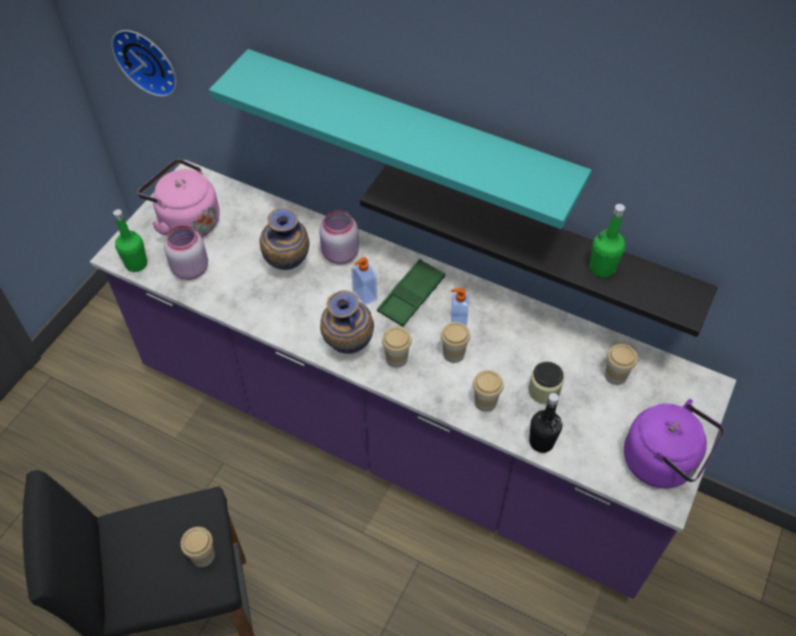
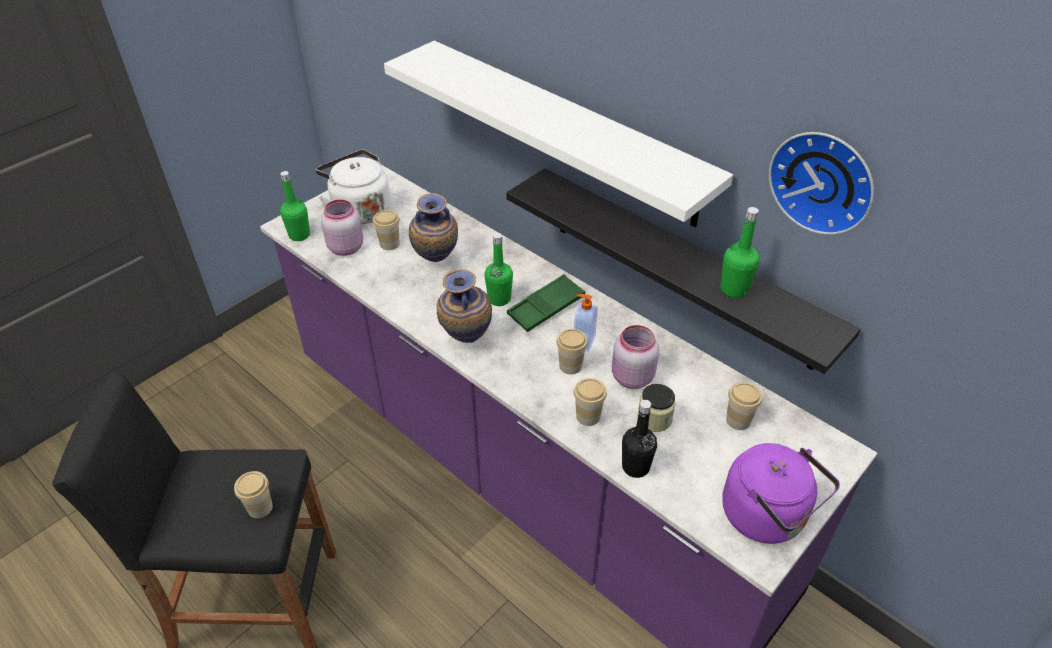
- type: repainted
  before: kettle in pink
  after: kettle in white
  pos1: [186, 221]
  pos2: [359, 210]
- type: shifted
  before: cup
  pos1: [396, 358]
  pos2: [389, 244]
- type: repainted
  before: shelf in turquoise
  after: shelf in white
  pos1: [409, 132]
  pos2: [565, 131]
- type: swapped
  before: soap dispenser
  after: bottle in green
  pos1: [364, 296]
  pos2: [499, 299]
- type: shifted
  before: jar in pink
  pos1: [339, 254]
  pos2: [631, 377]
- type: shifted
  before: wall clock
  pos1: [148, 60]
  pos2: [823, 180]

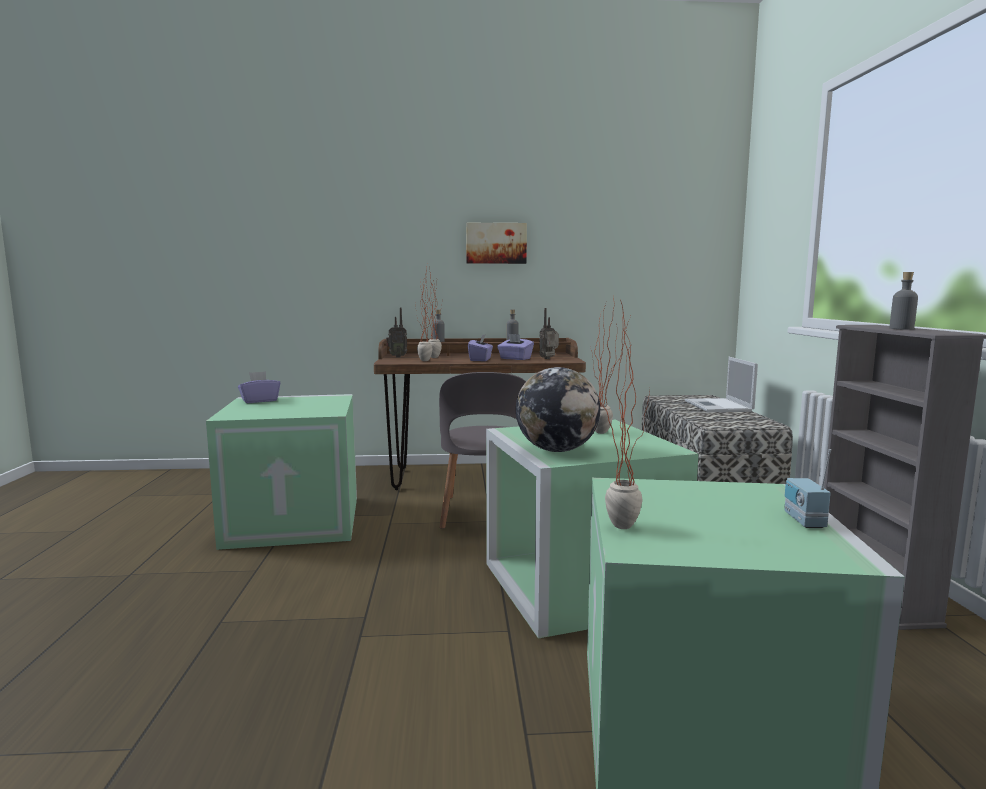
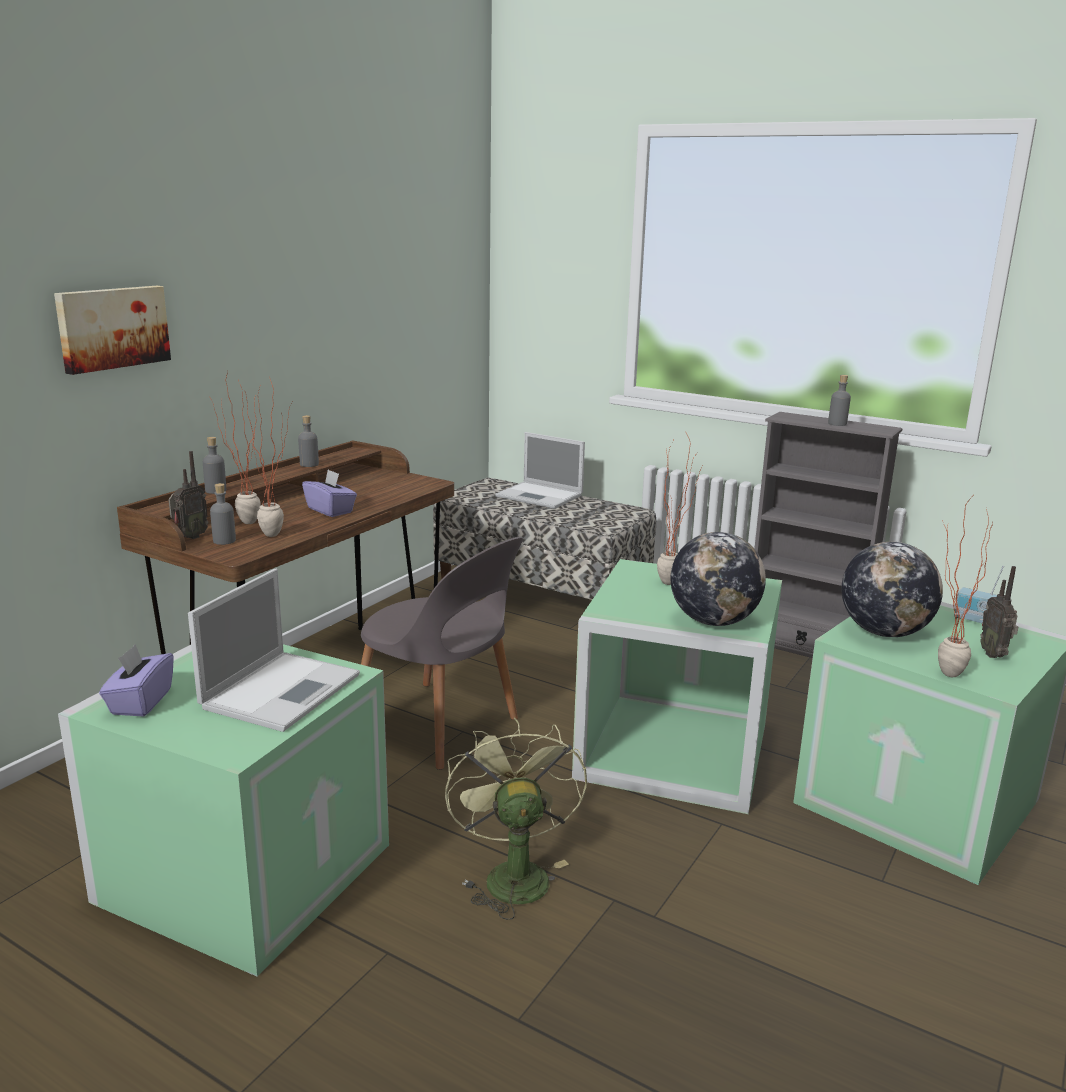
- type: shifted
  before: picture
  pos1: [496, 243]
  pos2: [112, 328]
- type: new
  after: laptop
  pos2: [282, 690]
- type: new
  after: bottle in grey
  pos2: [224, 541]
- type: new
  after: fan in green
  pos2: [512, 874]
- type: new
  after: globe
  pos2: [884, 632]
- type: shifted
  before: radio
  pos1: [549, 358]
  pos2: [994, 654]
- type: gone
  before: tissue box in purple
  pos1: [515, 358]

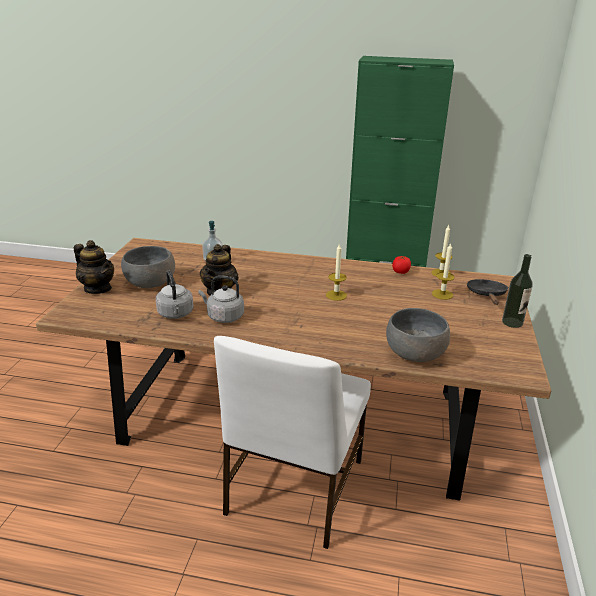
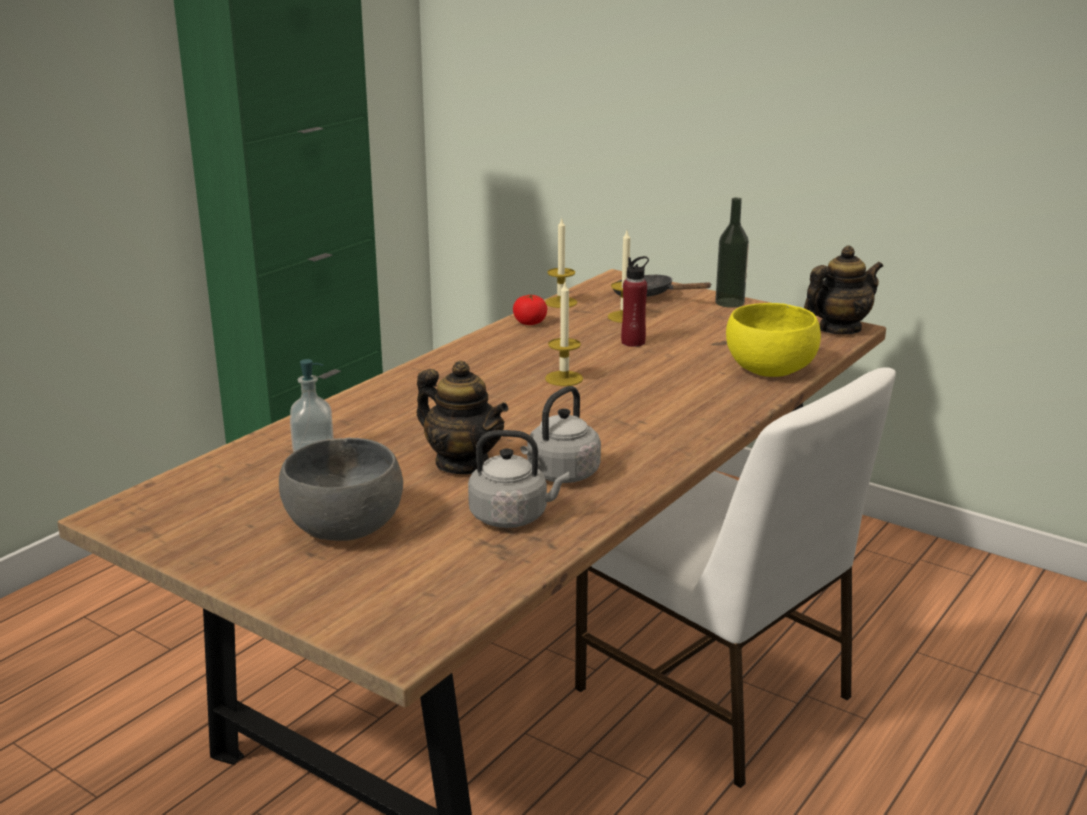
- type: new
  after: bottle in red
  pos2: [633, 342]
- type: repainted
  before: bowl in grey
  after: bowl in yellow
  pos1: [415, 353]
  pos2: [771, 369]
- type: shifted
  before: teapot
  pos1: [98, 288]
  pos2: [839, 329]

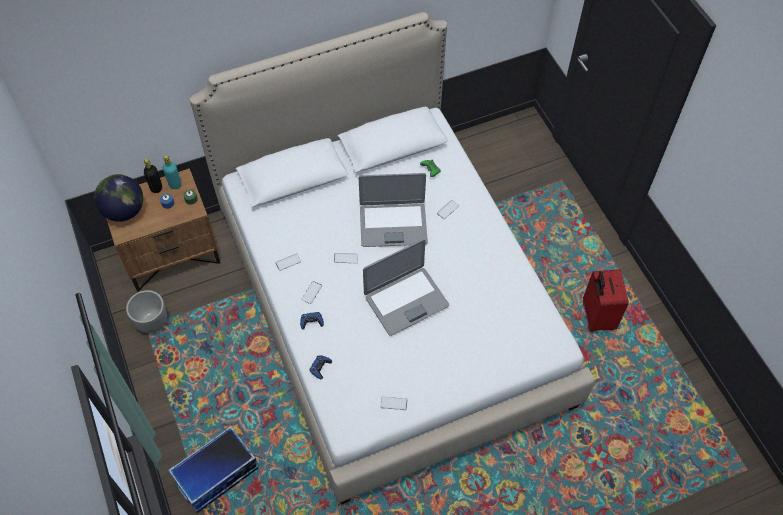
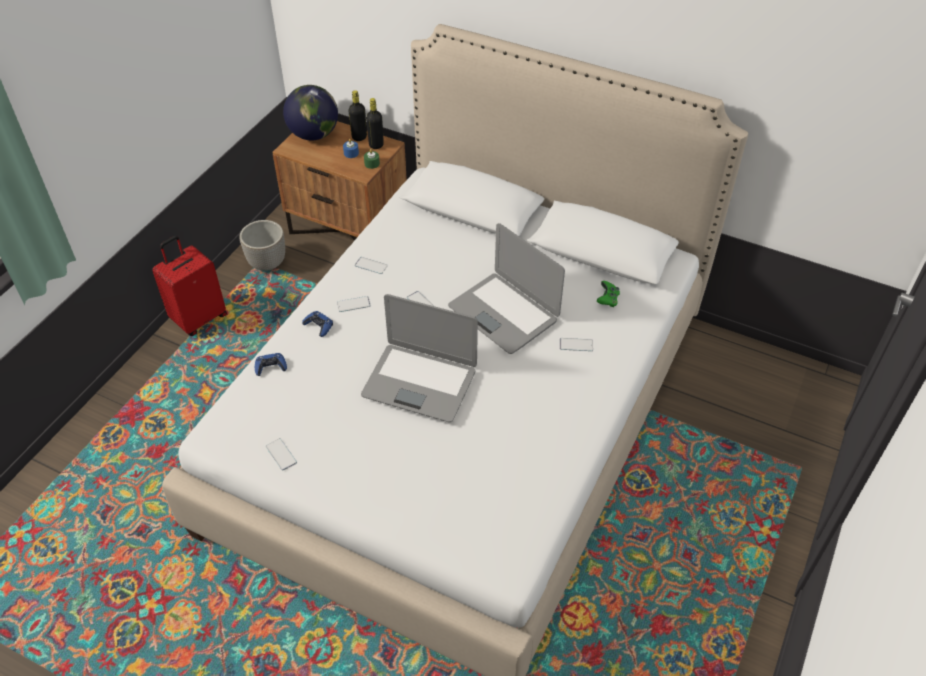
- type: shifted
  before: suitcase in red
  pos1: [596, 317]
  pos2: [199, 318]
- type: repainted
  before: bottle in turquoise
  after: bottle in black
  pos1: [175, 184]
  pos2: [376, 145]
- type: gone
  before: storage box
  pos1: [217, 475]

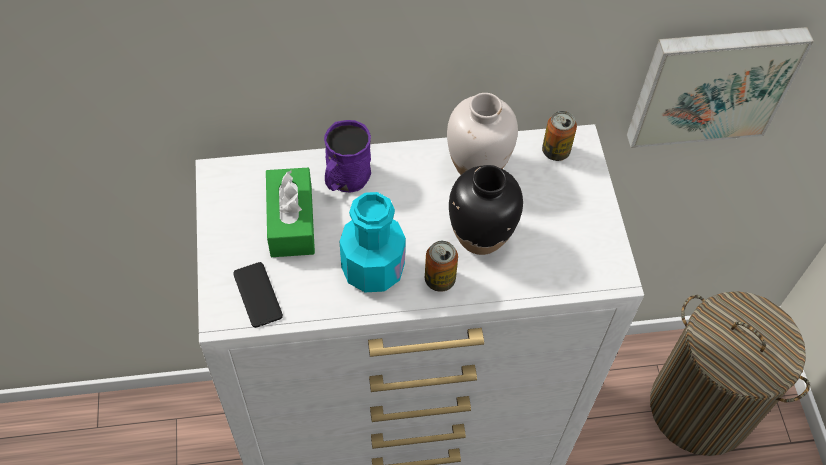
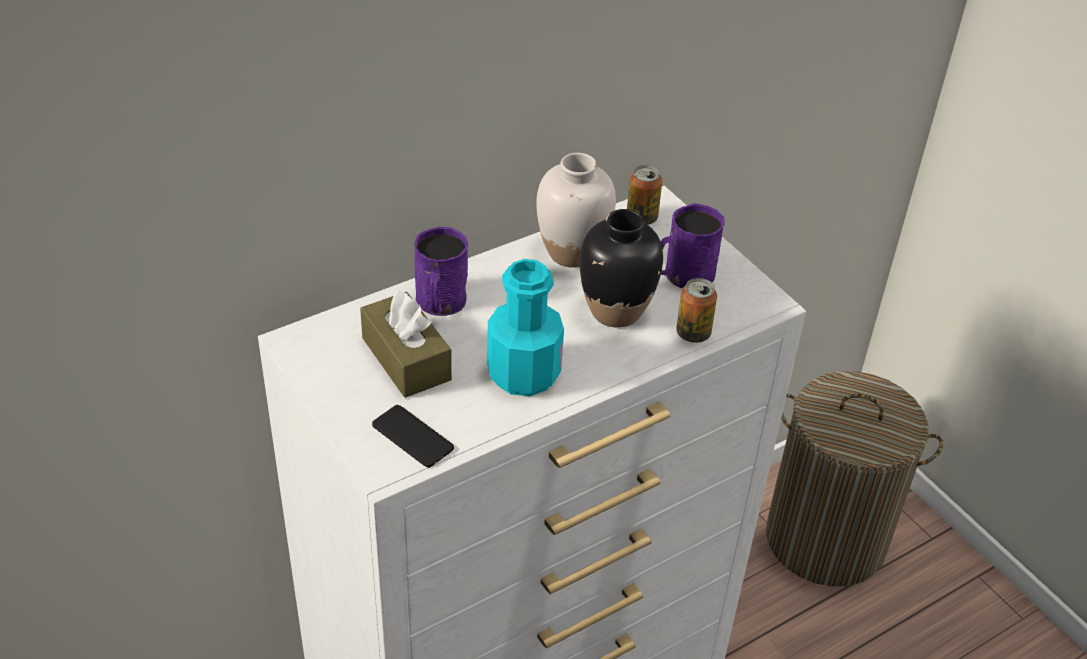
- type: repainted
  before: tissue box in green
  after: tissue box in brown
  pos1: [291, 221]
  pos2: [406, 359]
- type: new
  after: mug in purple
  pos2: [683, 275]
- type: shifted
  before: can
  pos1: [439, 279]
  pos2: [693, 333]
- type: gone
  before: picture
  pos1: [711, 83]

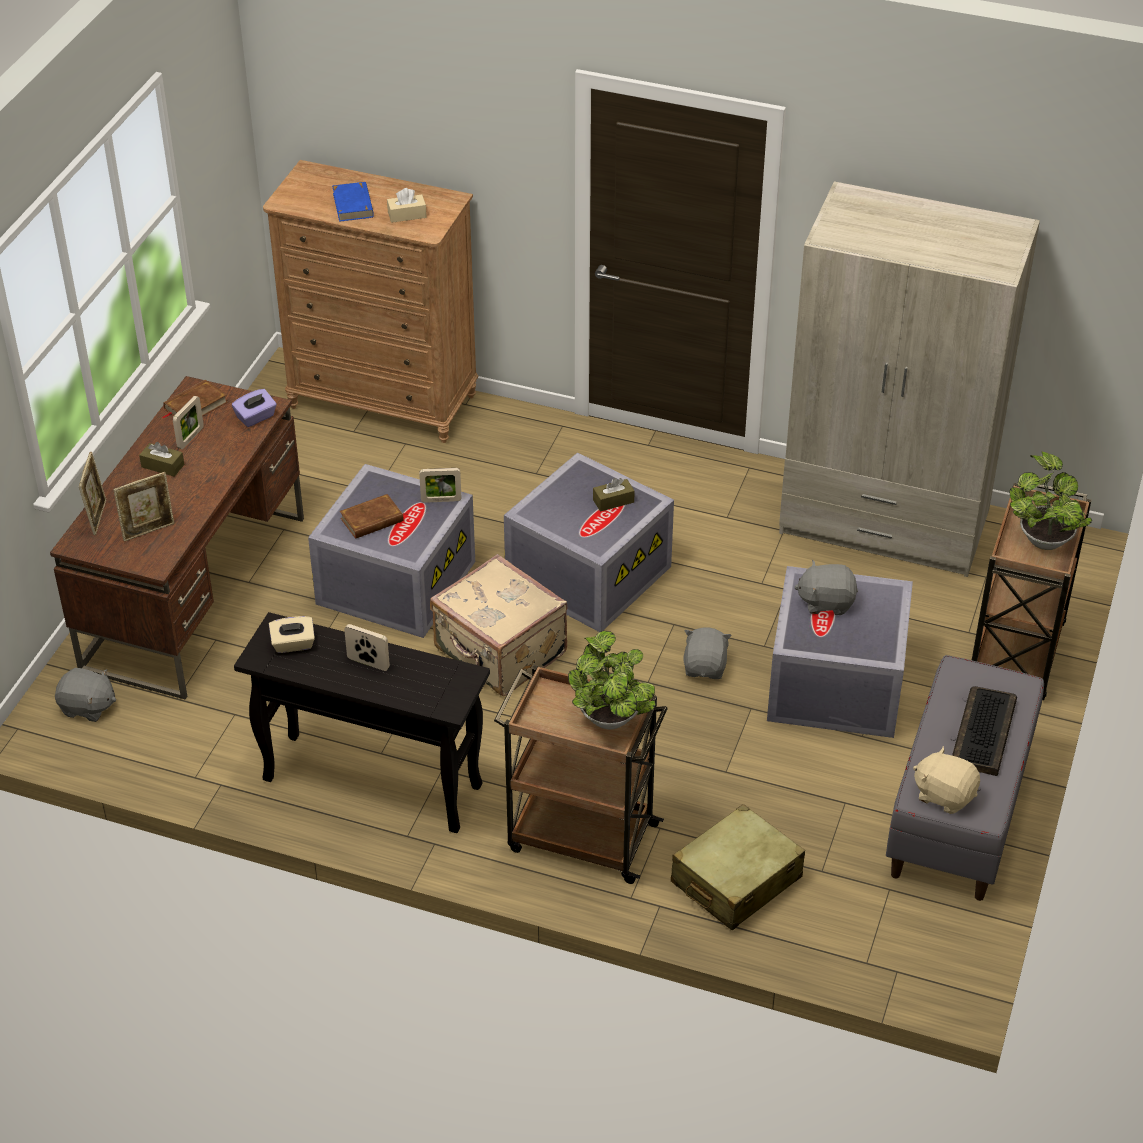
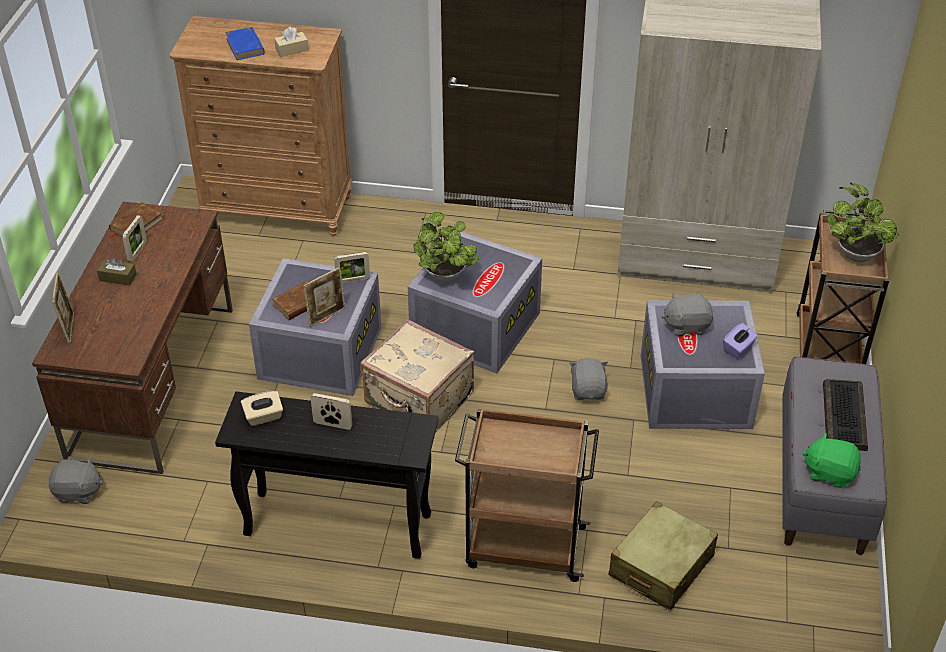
- type: shifted
  before: picture frame
  pos1: [148, 530]
  pos2: [326, 316]
- type: shifted
  before: potted plant
  pos1: [611, 721]
  pos2: [446, 277]
- type: shifted
  before: tissue box in purple
  pos1: [256, 417]
  pos2: [738, 348]
- type: repainted
  before: plush toy in beige
  after: plush toy in green
  pos1: [944, 794]
  pos2: [830, 472]
- type: gone
  before: tissue box in brown
  pos1: [613, 501]

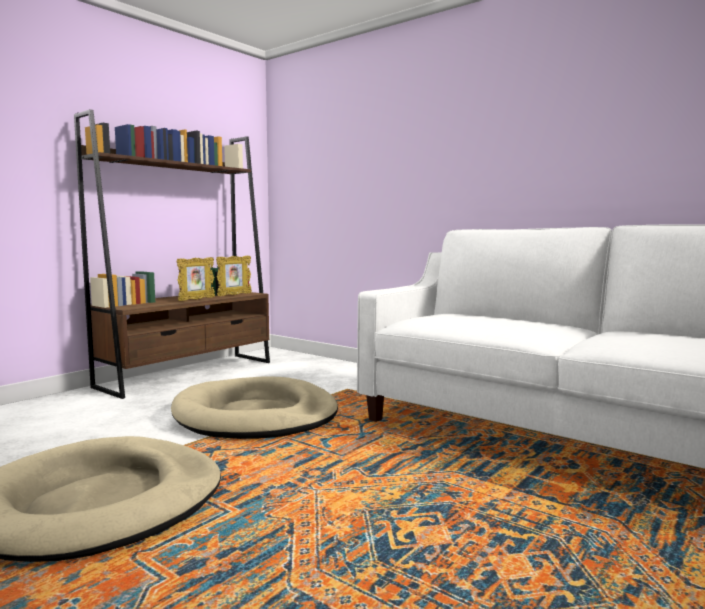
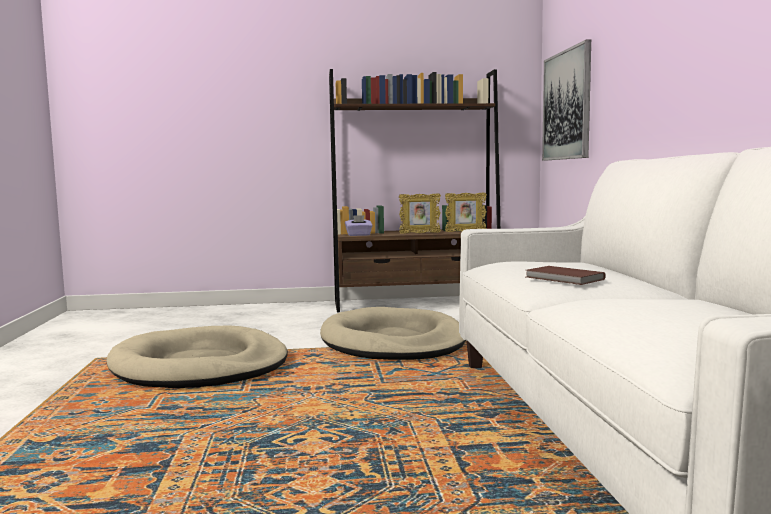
- type: new
  after: tissue box in purple
  pos2: [358, 235]
- type: new
  after: book in brown
  pos2: [564, 278]
- type: new
  after: picture
  pos2: [567, 105]

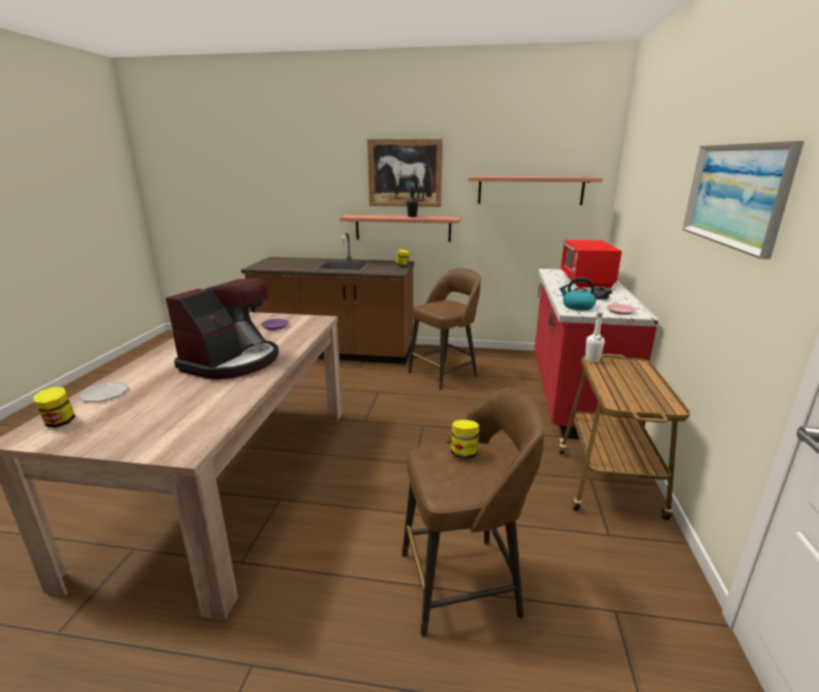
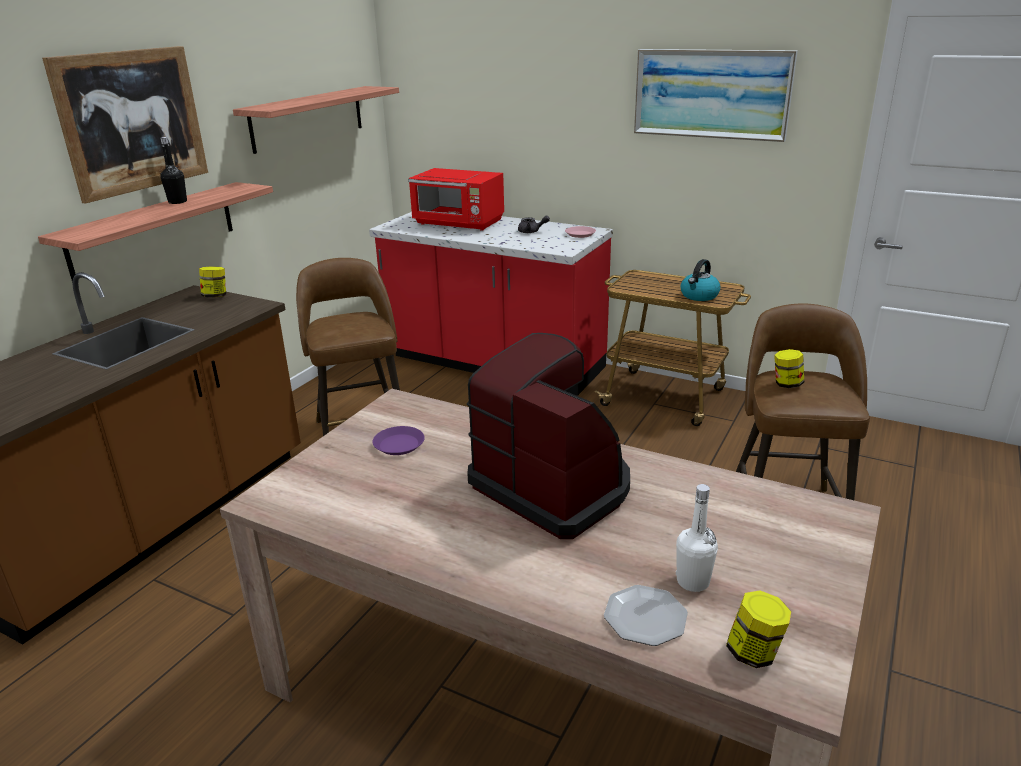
- type: shifted
  before: bottle in white
  pos1: [592, 359]
  pos2: [693, 581]
- type: shifted
  before: kettle
  pos1: [577, 307]
  pos2: [699, 296]

